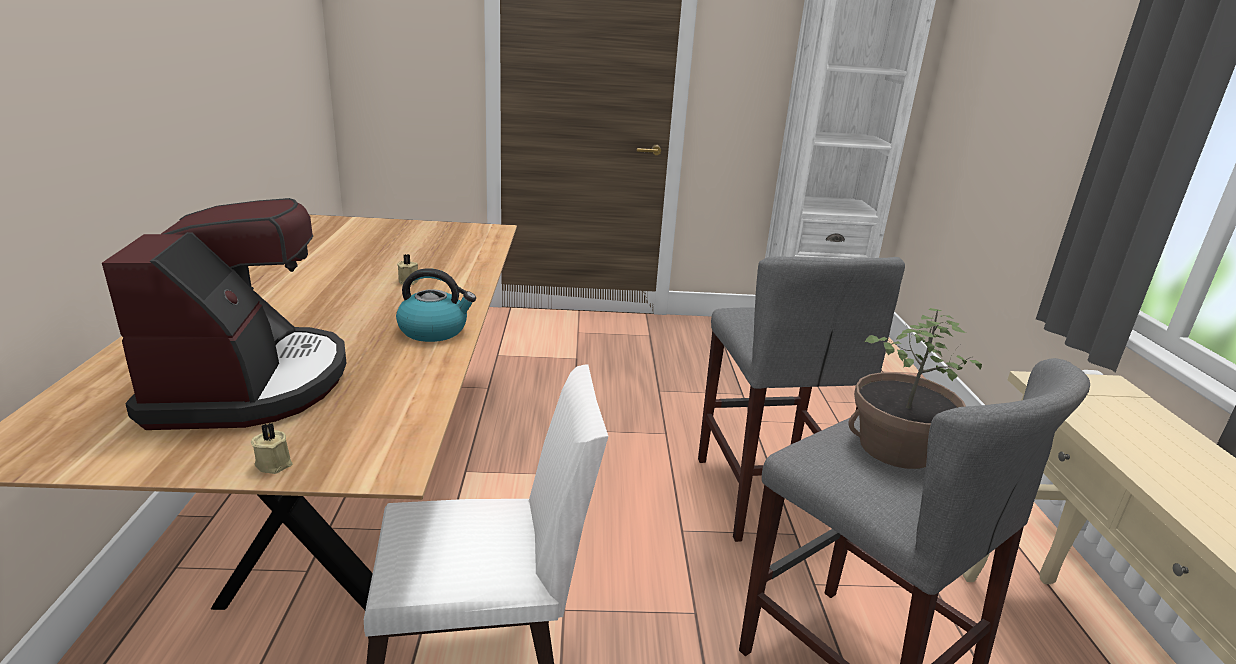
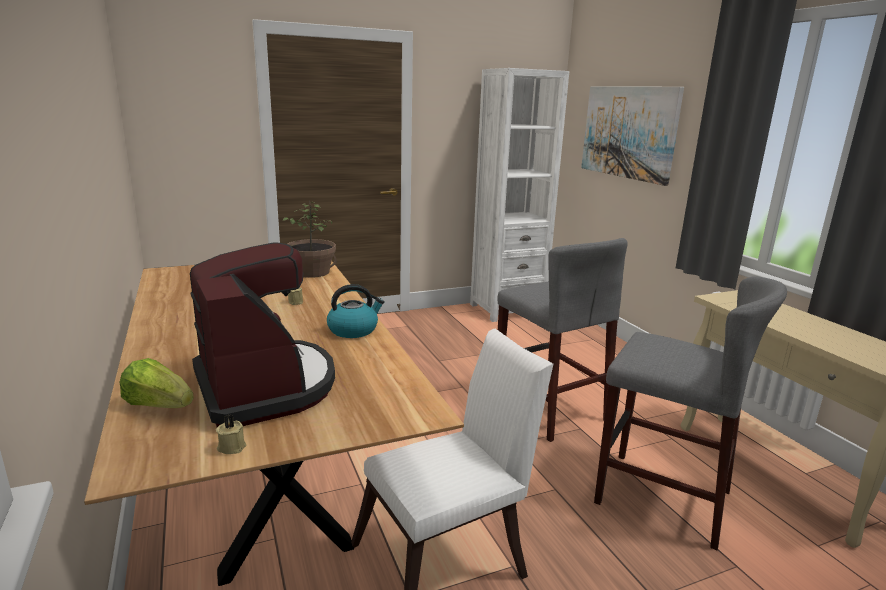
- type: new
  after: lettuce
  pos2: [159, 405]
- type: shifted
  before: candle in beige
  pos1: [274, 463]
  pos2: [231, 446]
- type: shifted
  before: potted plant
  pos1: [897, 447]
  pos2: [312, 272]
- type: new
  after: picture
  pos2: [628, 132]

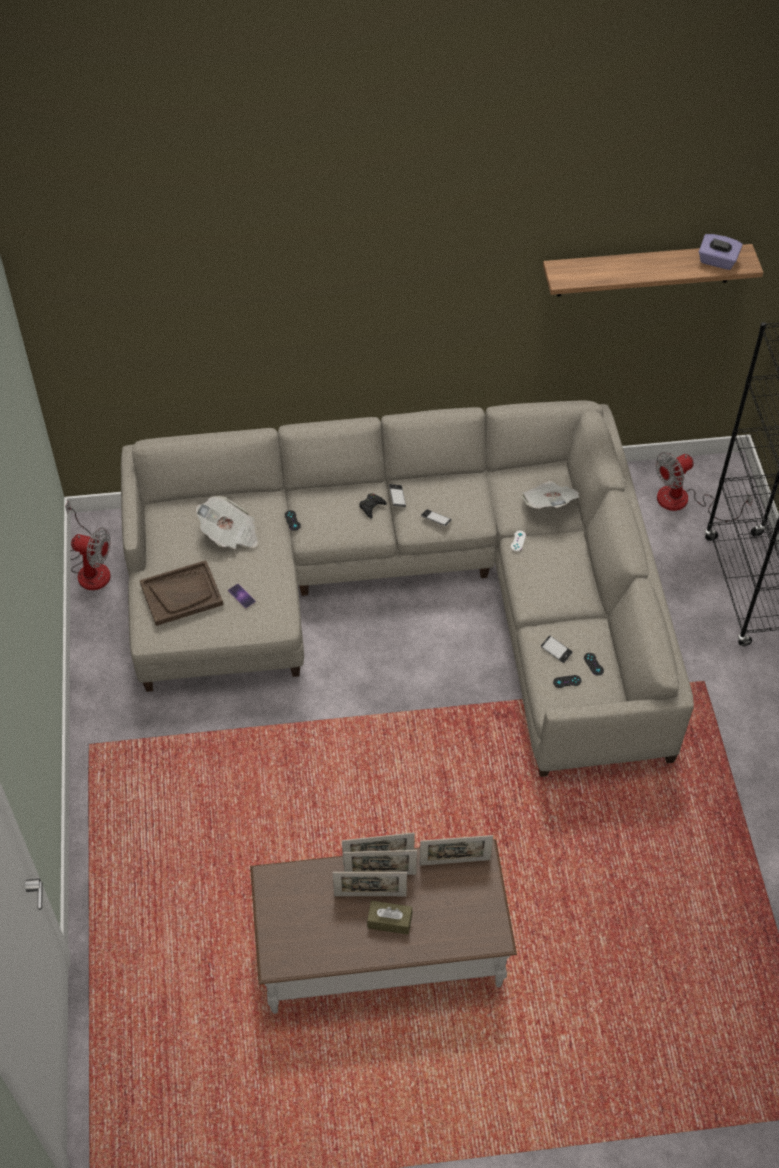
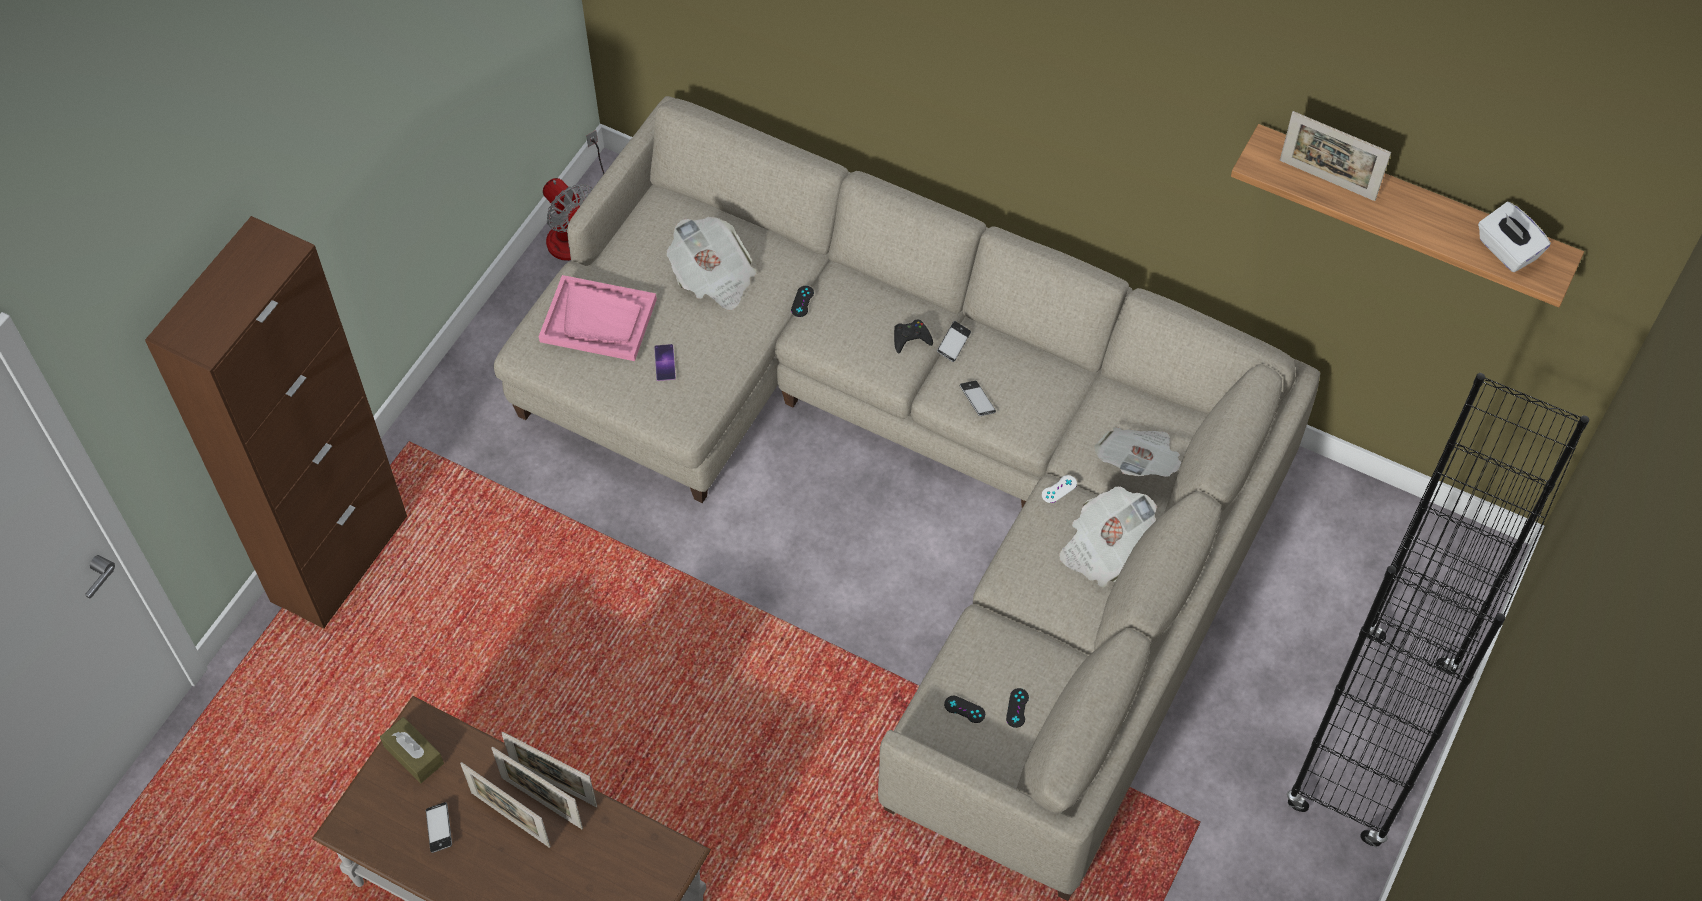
- type: new
  after: cabinet in brown
  pos2: [339, 559]
- type: shifted
  before: tissue box in brown
  pos1: [389, 921]
  pos2: [414, 755]
- type: shifted
  before: phone
  pos1: [556, 650]
  pos2: [439, 829]
- type: repainted
  before: tray in brown
  after: tray in pink
  pos1: [181, 594]
  pos2: [599, 320]
- type: new
  after: newspaper
  pos2: [1106, 549]
- type: shifted
  before: picture frame
  pos1: [455, 862]
  pos2: [1327, 180]
- type: repainted
  before: tissue box in purple
  after: tissue box in white
  pos1: [717, 261]
  pos2: [1506, 250]
- type: gone
  before: fan
  pos1: [684, 502]

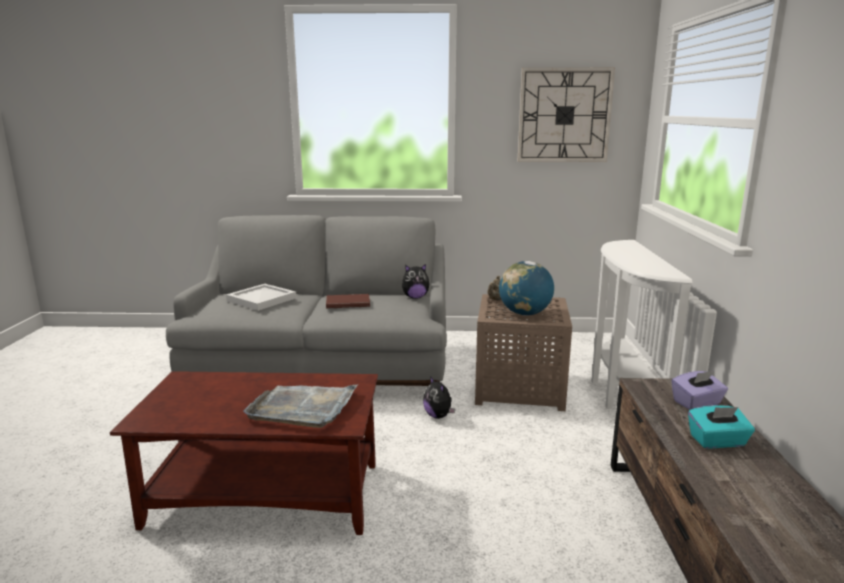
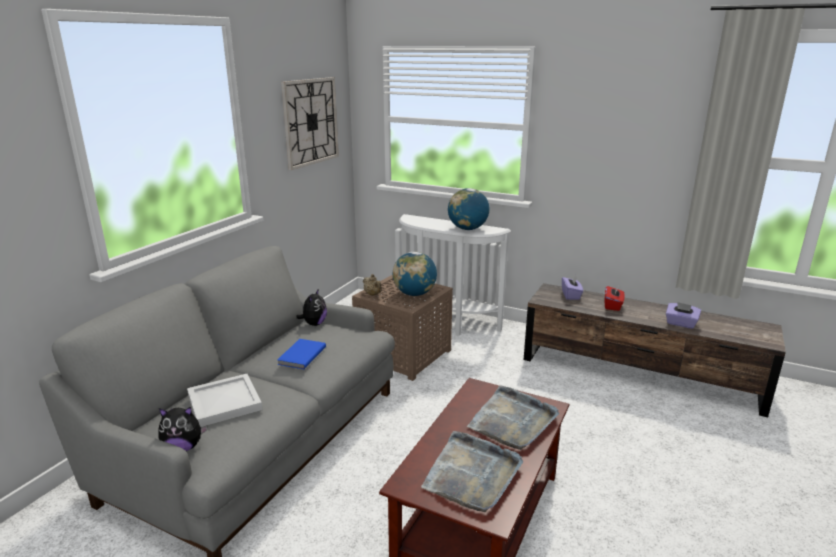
- type: shifted
  before: plush toy
  pos1: [438, 416]
  pos2: [183, 447]
- type: repainted
  before: book in brown
  after: book in blue
  pos1: [347, 303]
  pos2: [300, 356]
- type: new
  after: tray in grey
  pos2: [472, 474]
- type: new
  after: globe
  pos2: [467, 229]
- type: repainted
  before: tissue box in turquoise
  after: tissue box in red
  pos1: [717, 441]
  pos2: [613, 305]
- type: new
  after: tissue box in purple
  pos2: [680, 324]

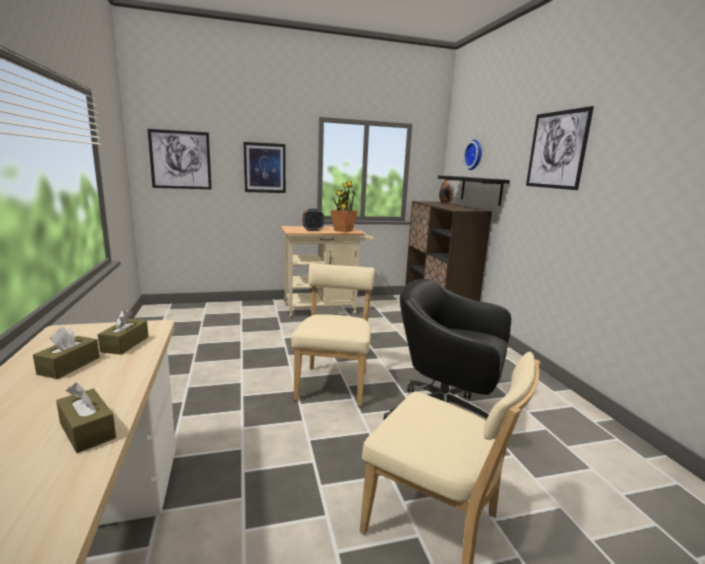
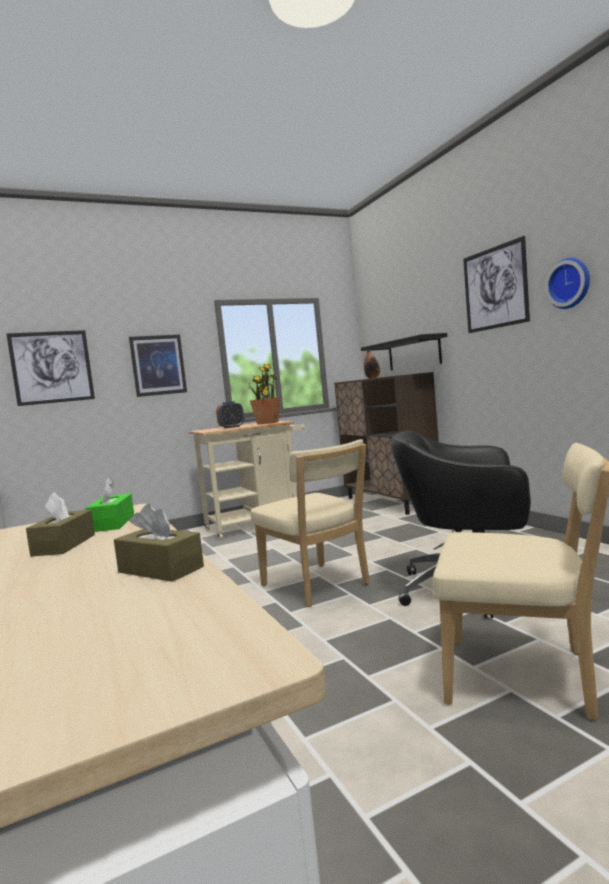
- type: repainted
  before: tissue box in brown
  after: tissue box in green
  pos1: [125, 344]
  pos2: [112, 523]
- type: rotated
  before: chair in beige
  pos1: [334, 384]
  pos2: [318, 586]
  turn: 150
- type: shifted
  before: wall clock
  pos1: [475, 155]
  pos2: [570, 283]

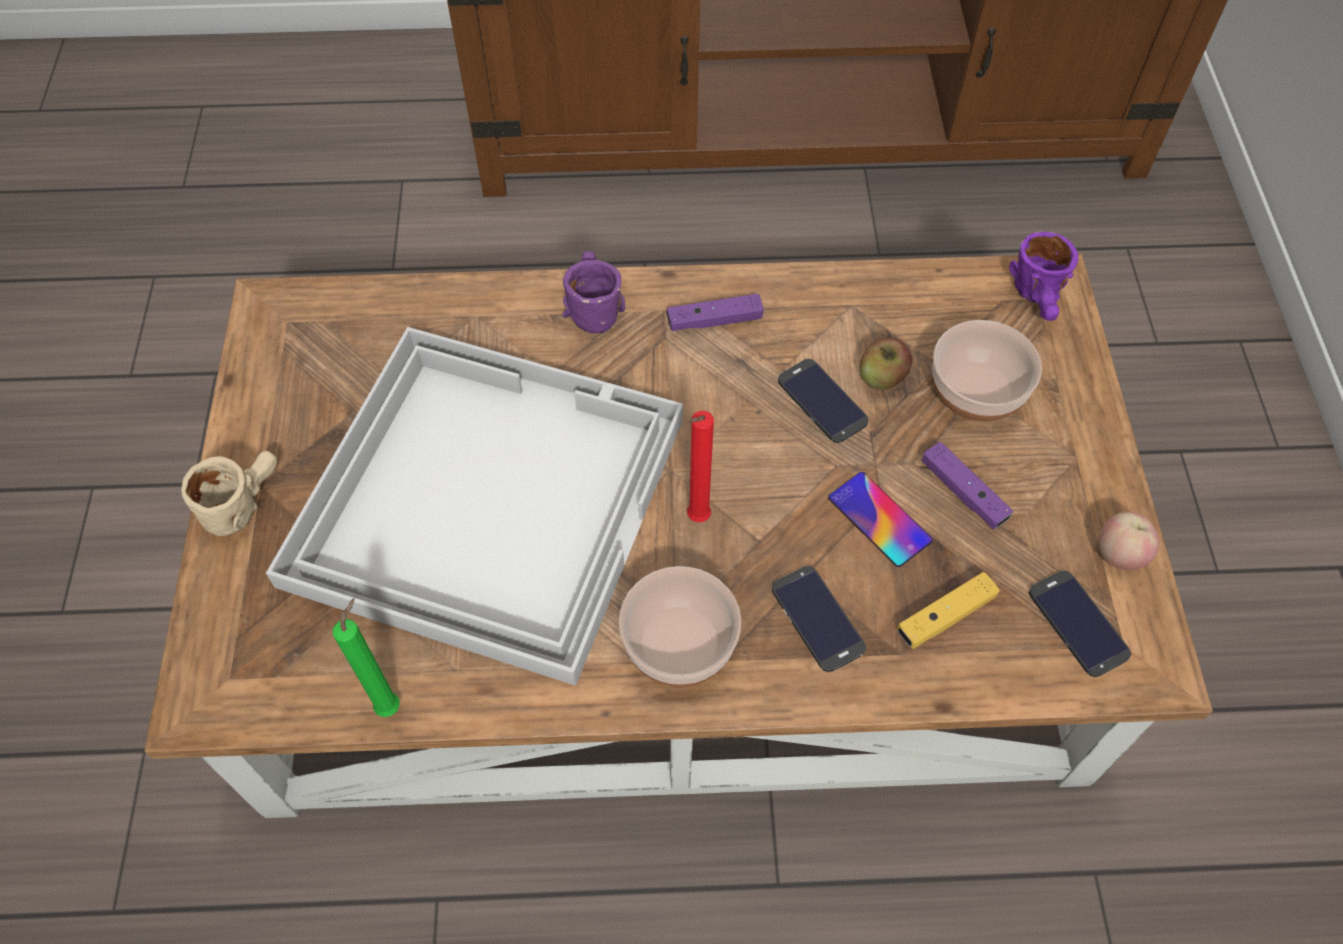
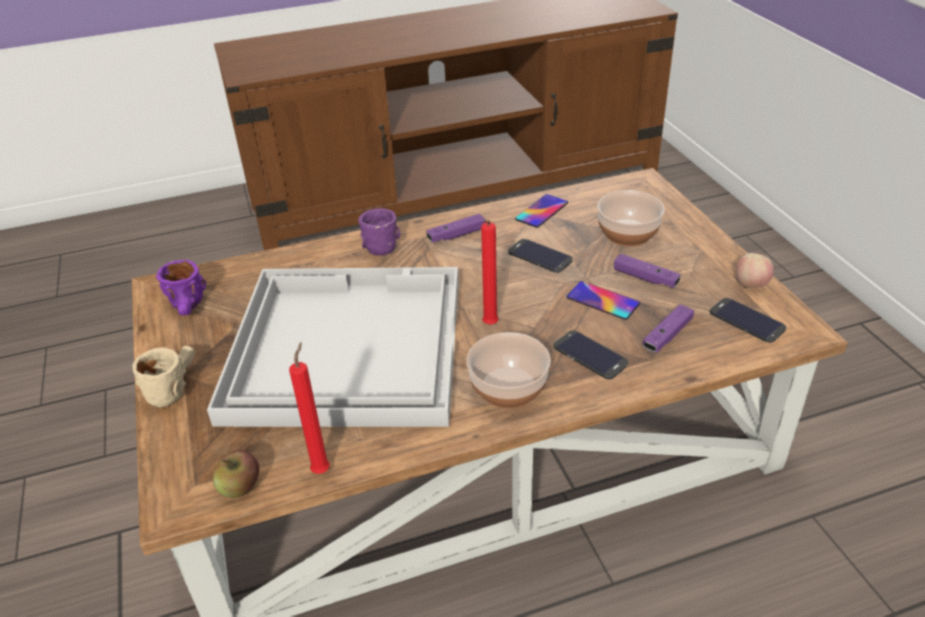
- type: shifted
  before: mug in purple
  pos1: [1040, 300]
  pos2: [190, 308]
- type: shifted
  before: apple
  pos1: [882, 377]
  pos2: [240, 487]
- type: repainted
  before: candle in green
  after: candle in red
  pos1: [391, 704]
  pos2: [322, 469]
- type: new
  after: phone
  pos2: [541, 211]
- type: repainted
  before: game controller in yellow
  after: game controller in purple
  pos1: [945, 616]
  pos2: [667, 336]

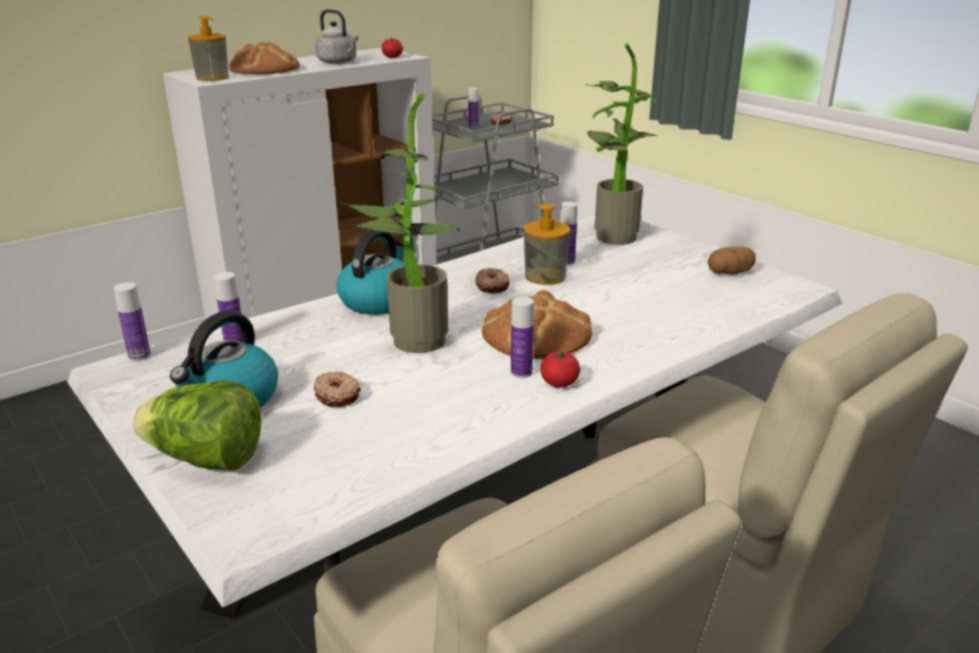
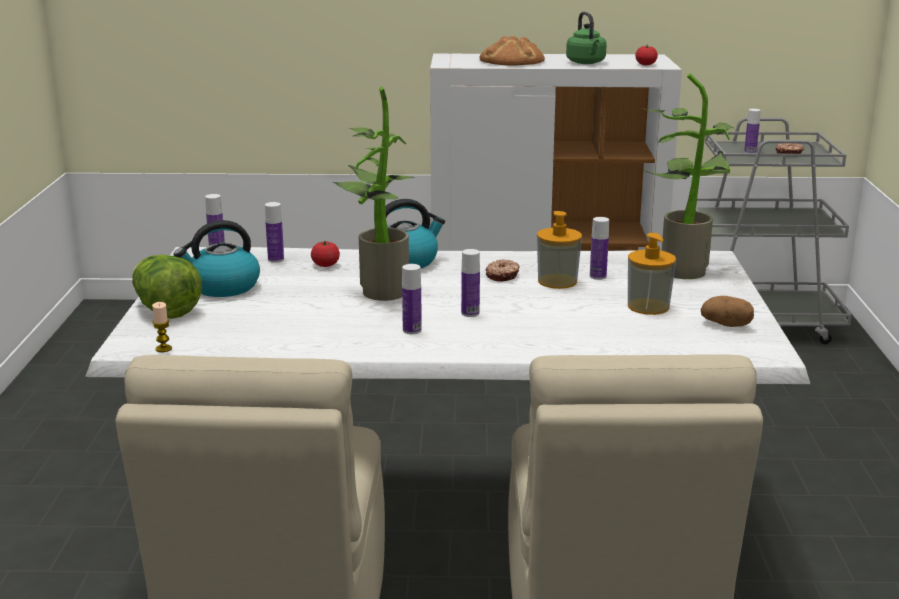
- type: new
  after: candle
  pos2: [163, 349]
- type: shifted
  before: tomato
  pos1: [559, 383]
  pos2: [325, 265]
- type: swapped
  before: bread
  after: bottle
  pos1: [536, 334]
  pos2: [470, 313]
- type: repainted
  before: kettle in grey
  after: kettle in green
  pos1: [339, 62]
  pos2: [586, 63]
- type: shifted
  before: soap dispenser
  pos1: [212, 78]
  pos2: [648, 306]
- type: gone
  before: donut
  pos1: [338, 395]

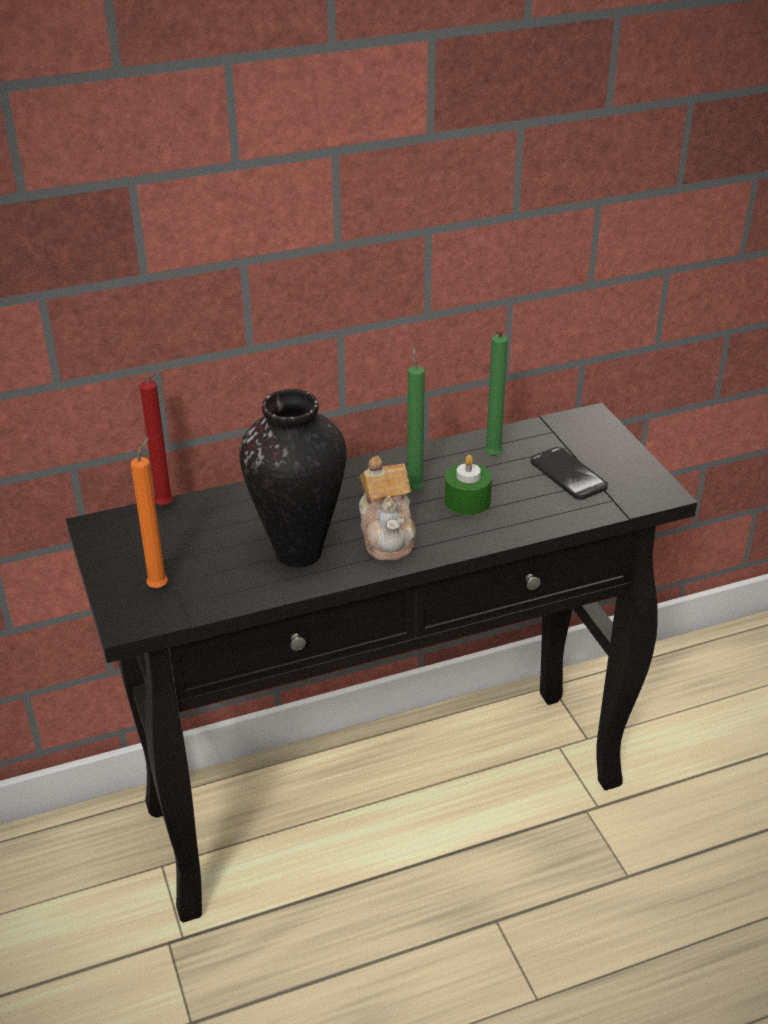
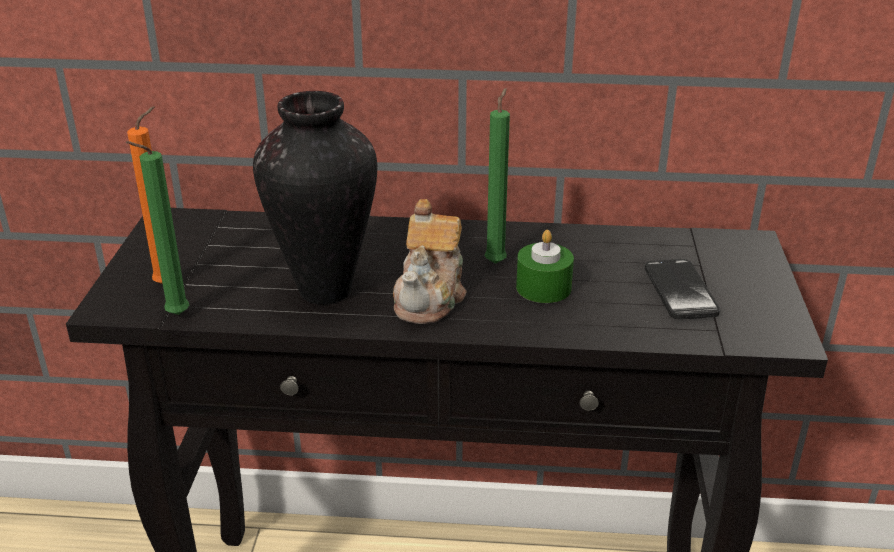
- type: shifted
  before: candle in green
  pos1: [491, 458]
  pos2: [174, 316]
- type: gone
  before: candle in red
  pos1: [167, 506]

